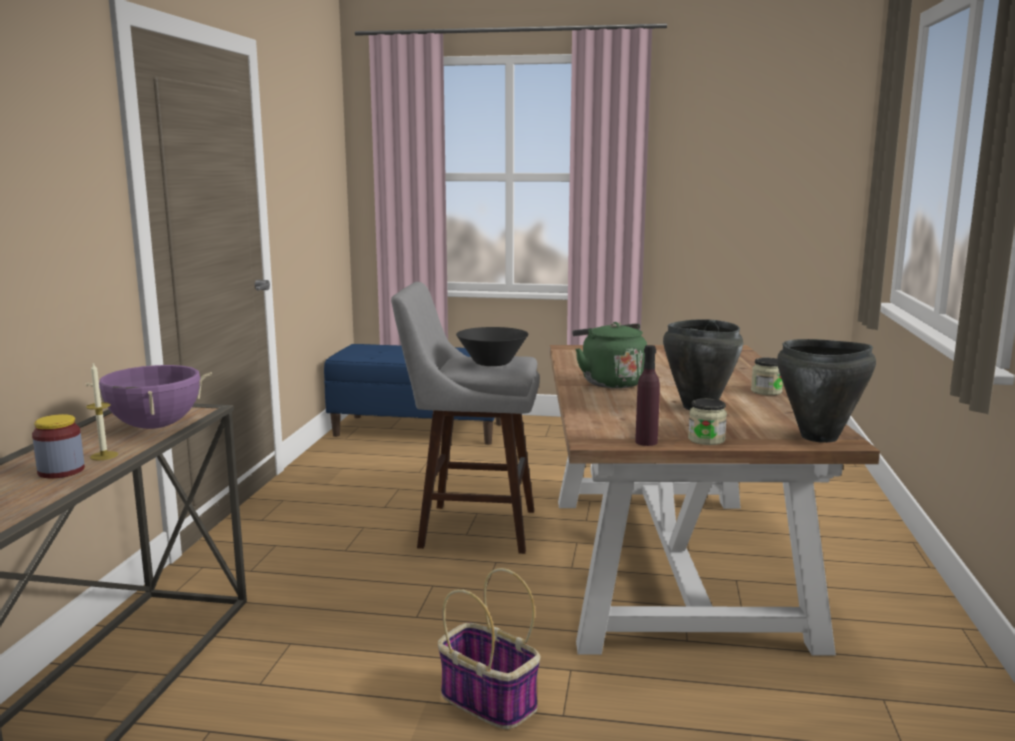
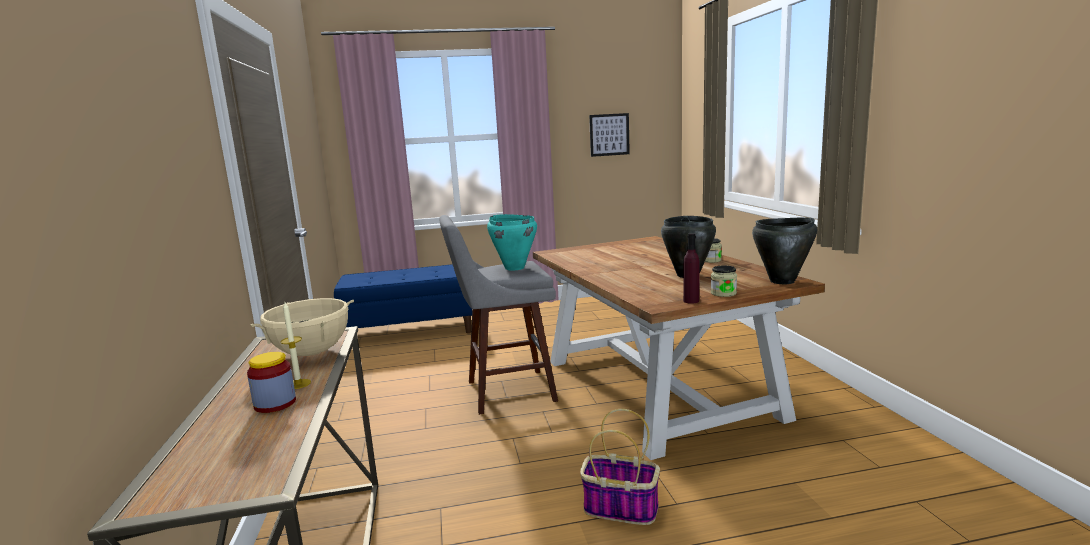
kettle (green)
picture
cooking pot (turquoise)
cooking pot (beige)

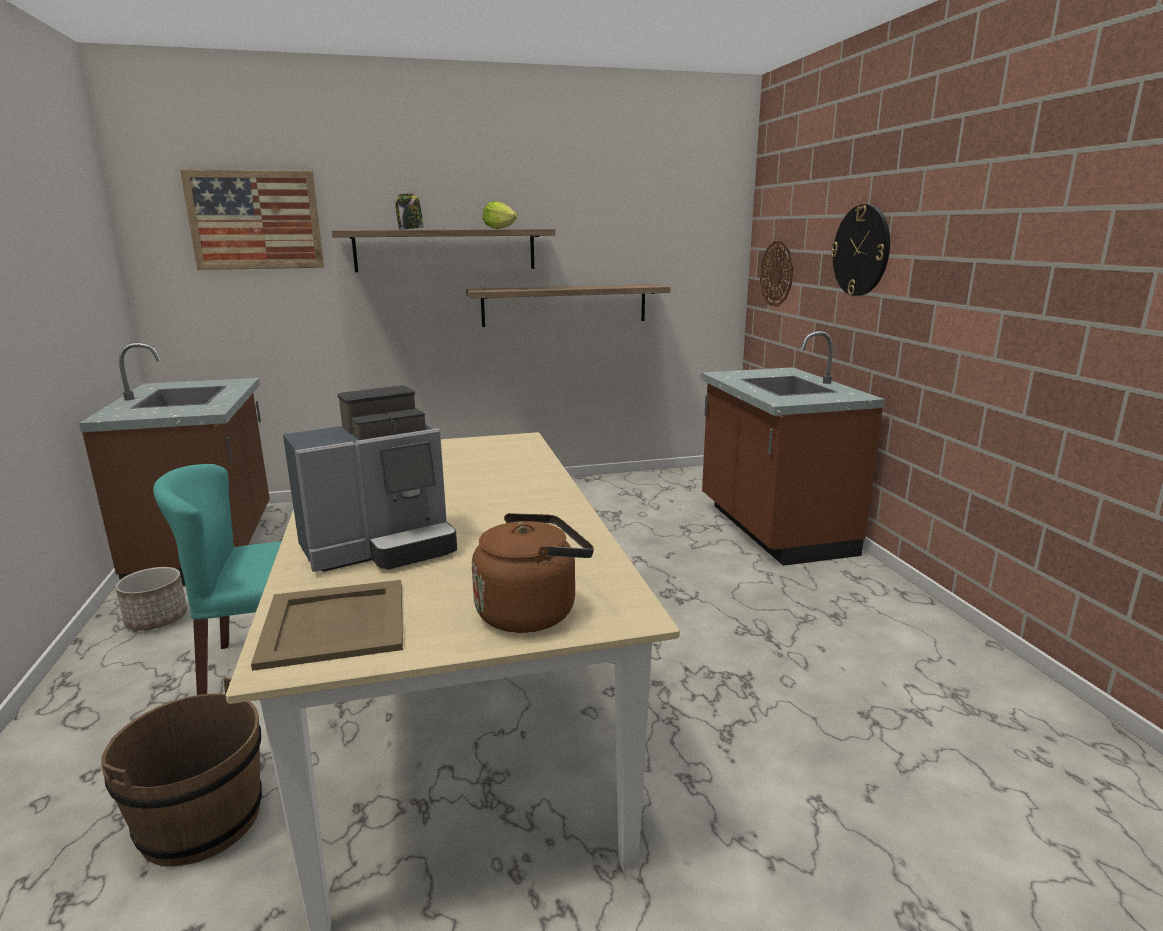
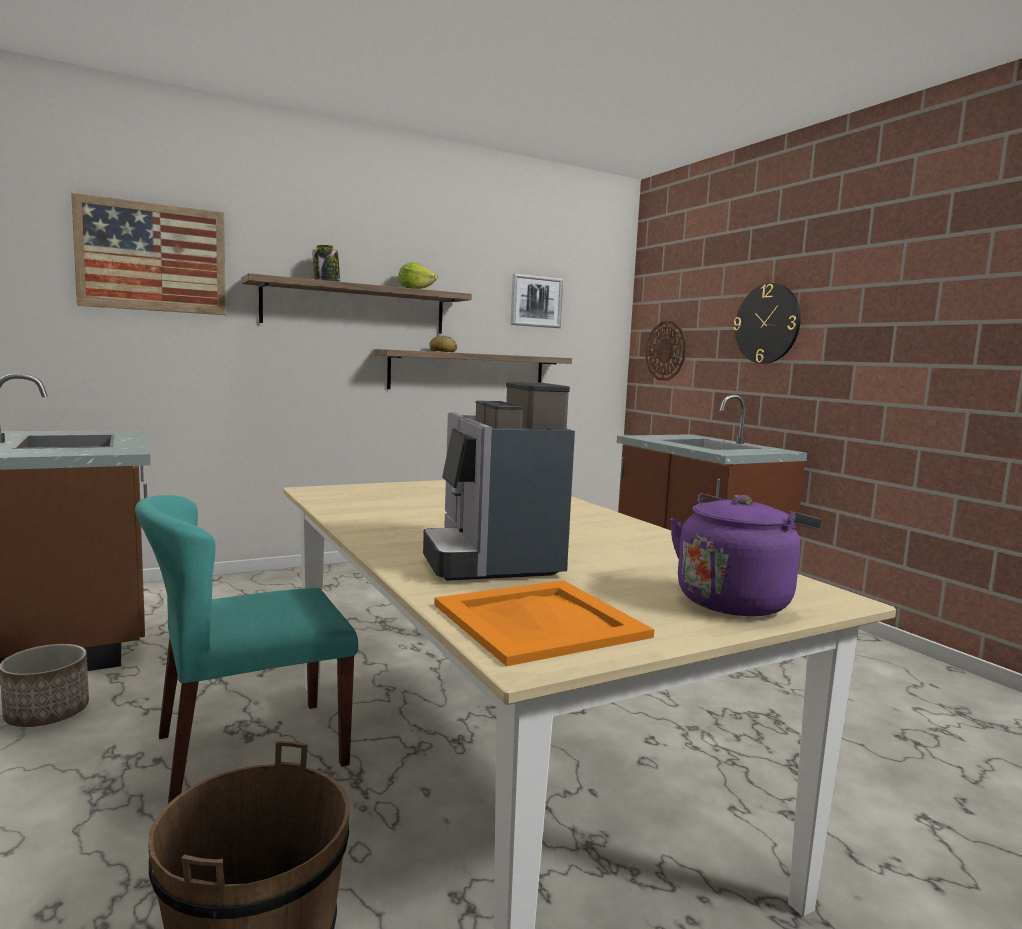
bread
picture (no. 2 from left)
tray (orange)
kettle (purple)
coffee machine

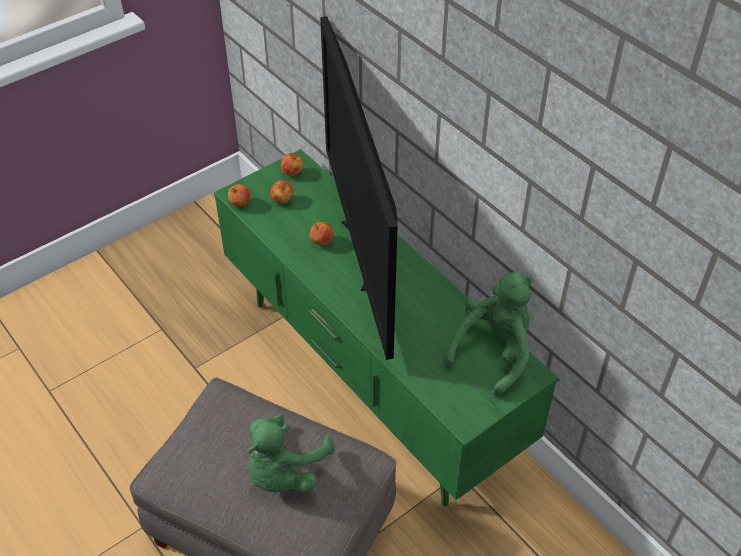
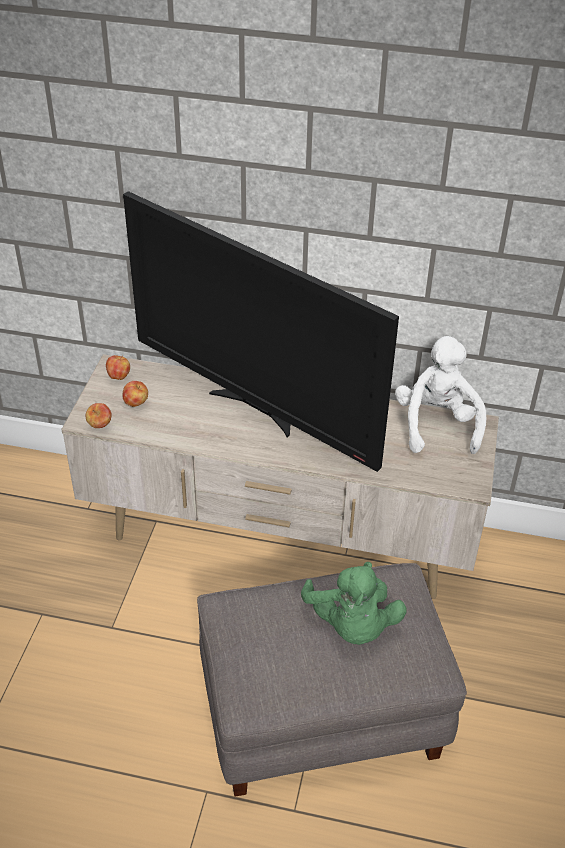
apple (no. 4 from left in the first image)
tv stand (beige)
plush toy (white)

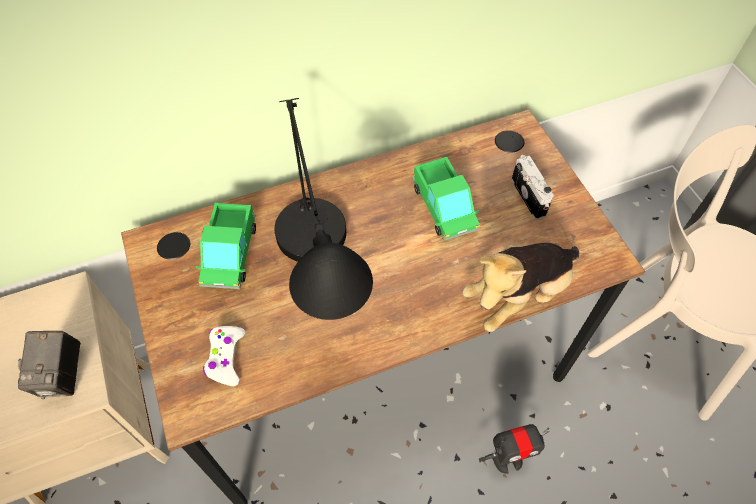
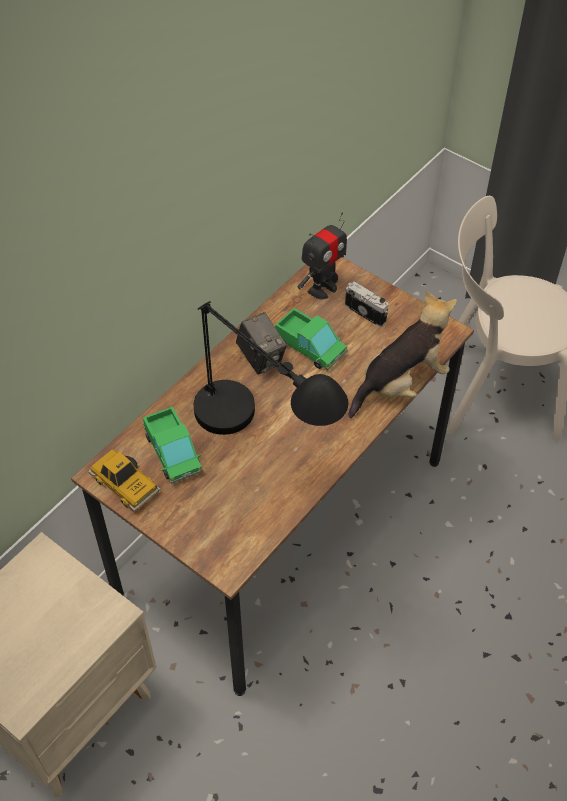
game controller (white)
toy car
photo camera (no. 1 from left)
toy robot
plush toy

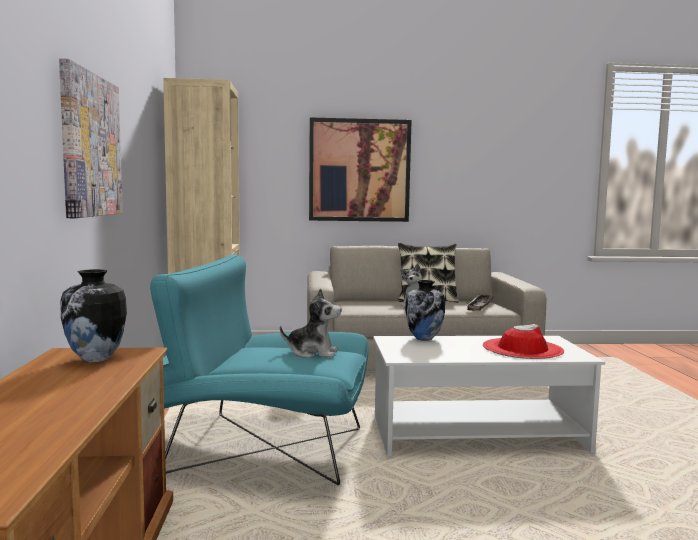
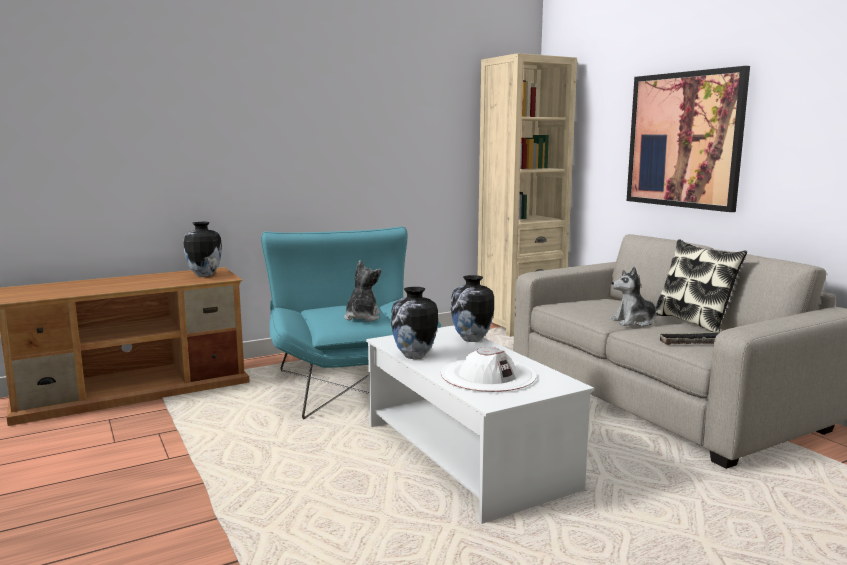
picture (no. 1 from left in the first image)
vase (no. 2 from left)
hat (white)
plush toy (no. 1 from left)

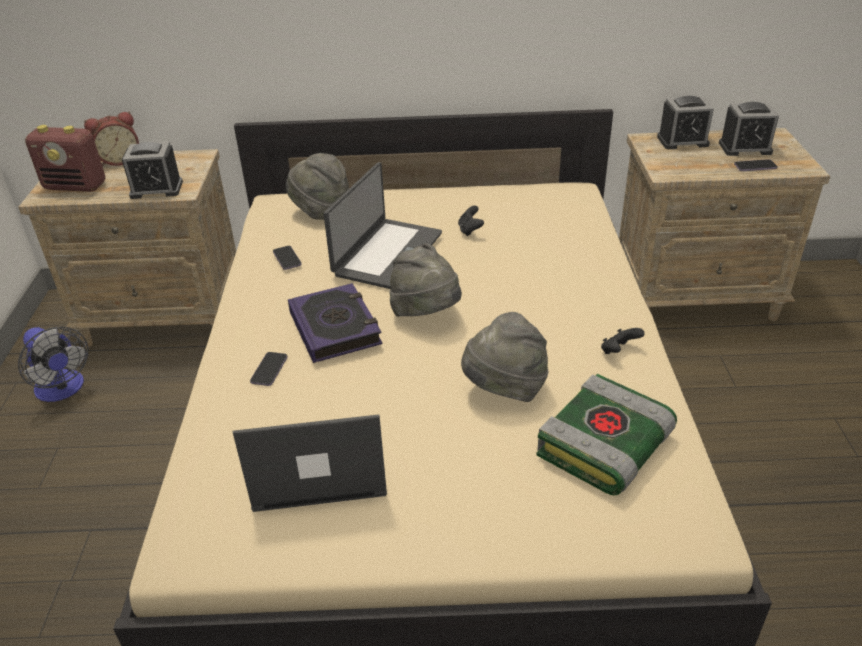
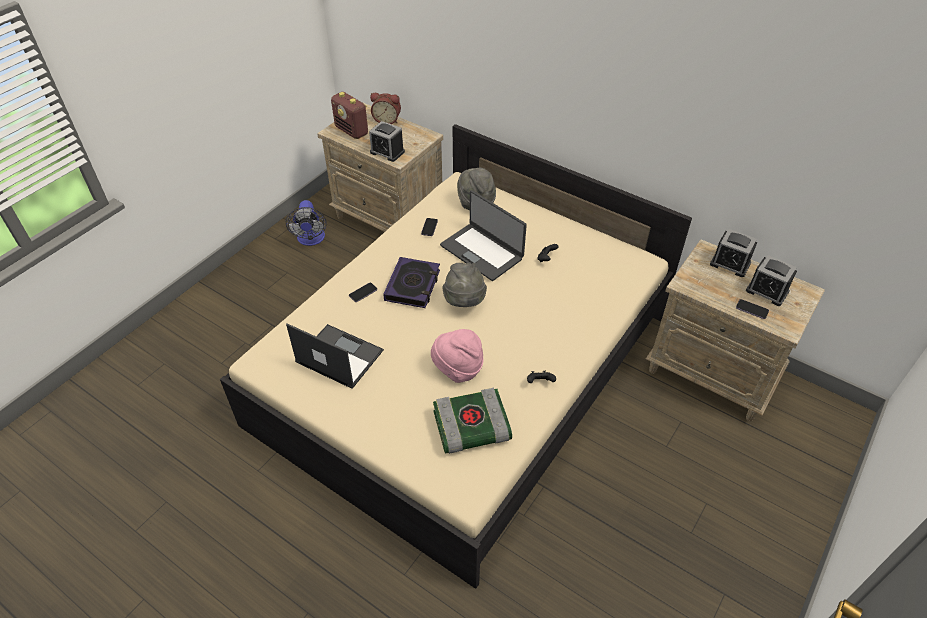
hat (pink)
laptop (no. 2 from left)

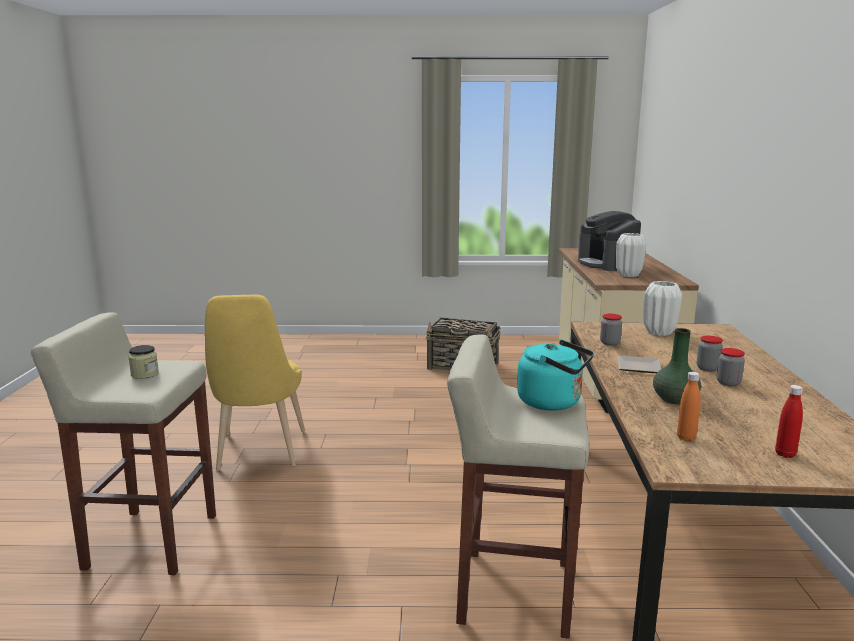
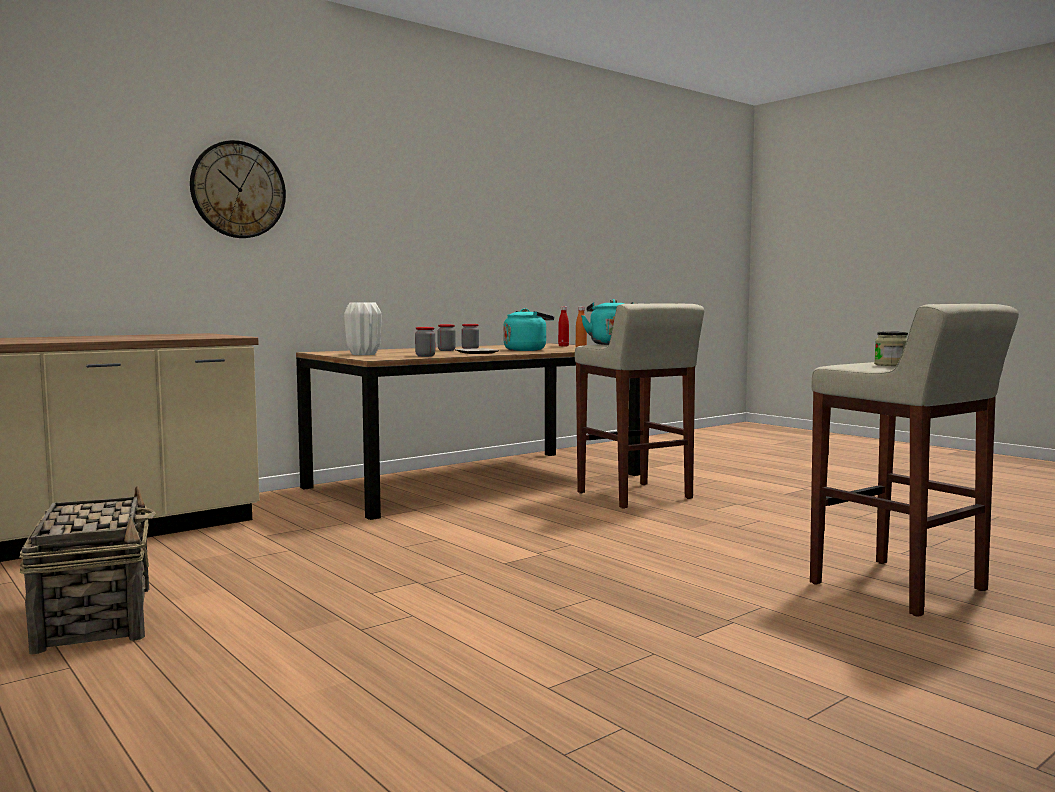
chair (yellow)
coffee machine
vase (white) (no. 1 from left in the first image)
wall clock
kettle (turquoise) (no. 1 from left)

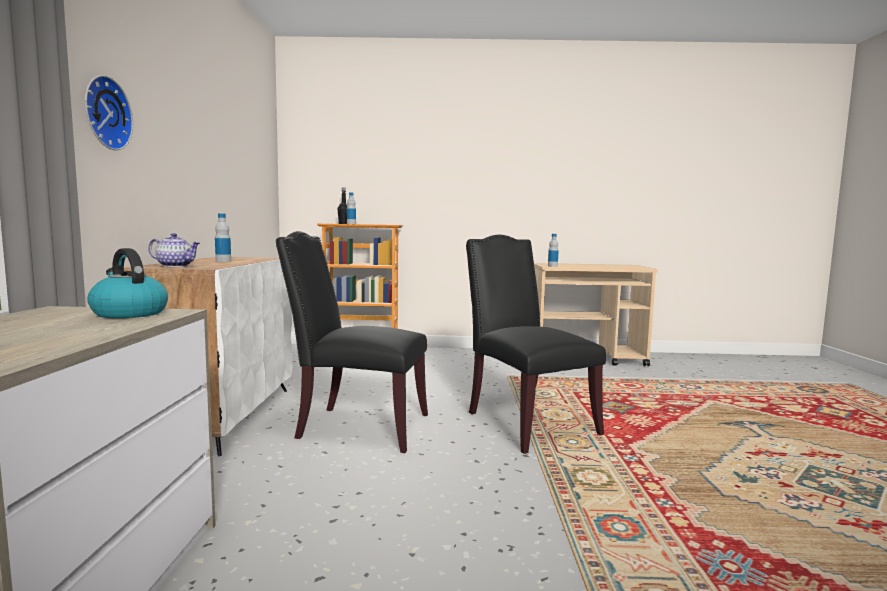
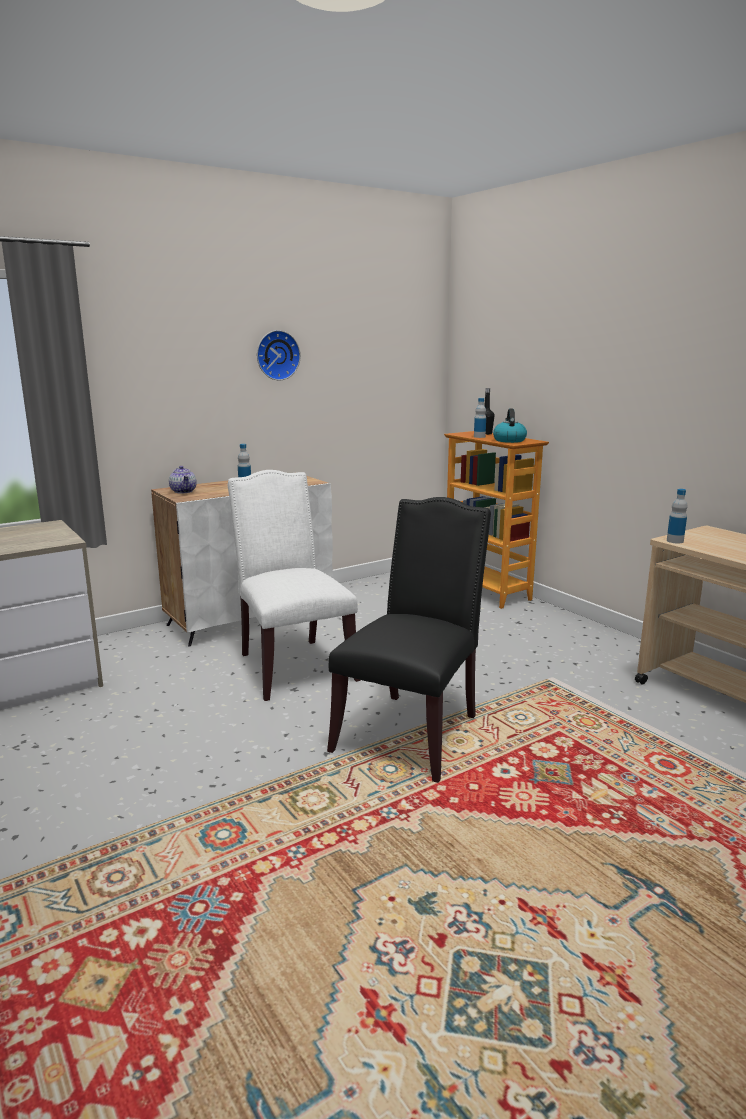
wall clock
kettle
chair (white)

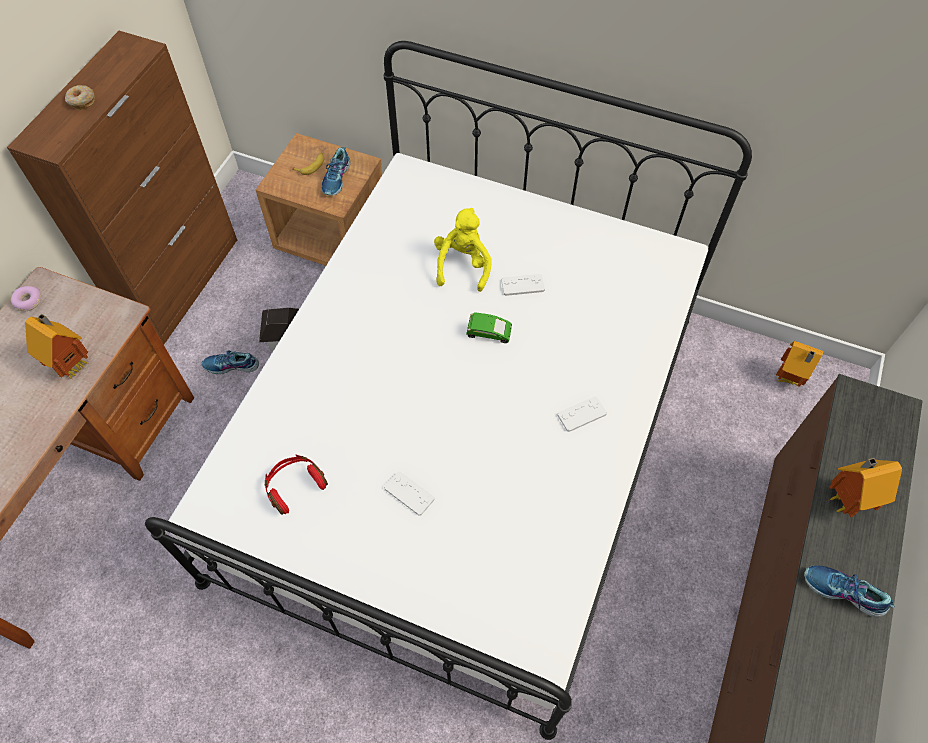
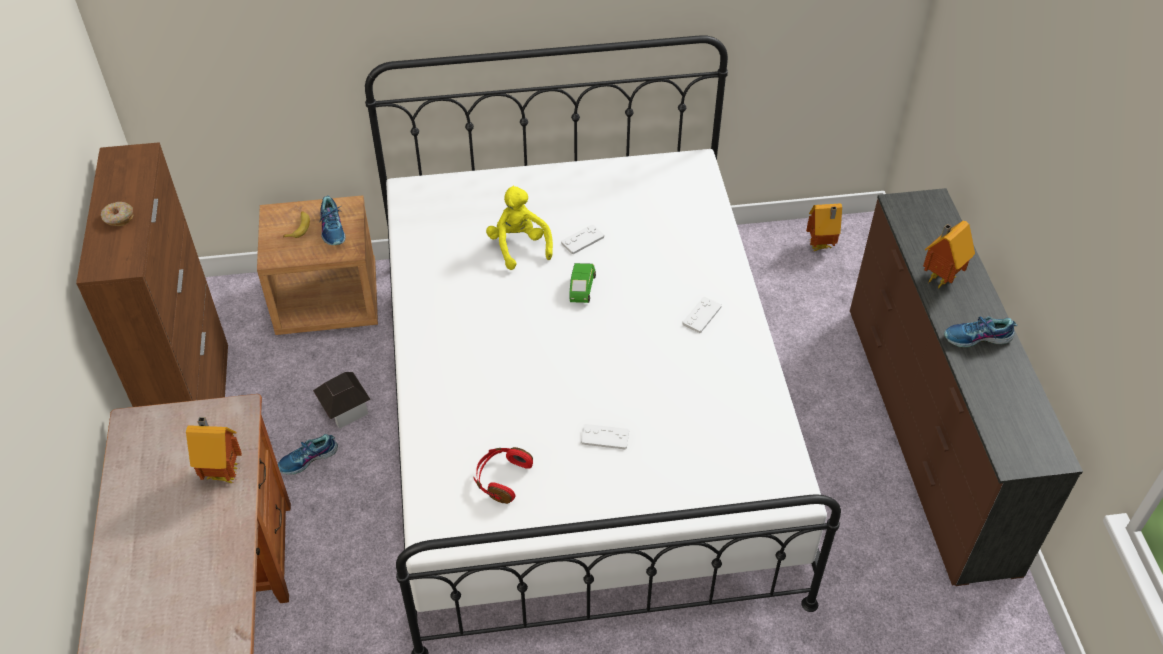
donut (no. 1 from left in the first image)
toy car (green)

